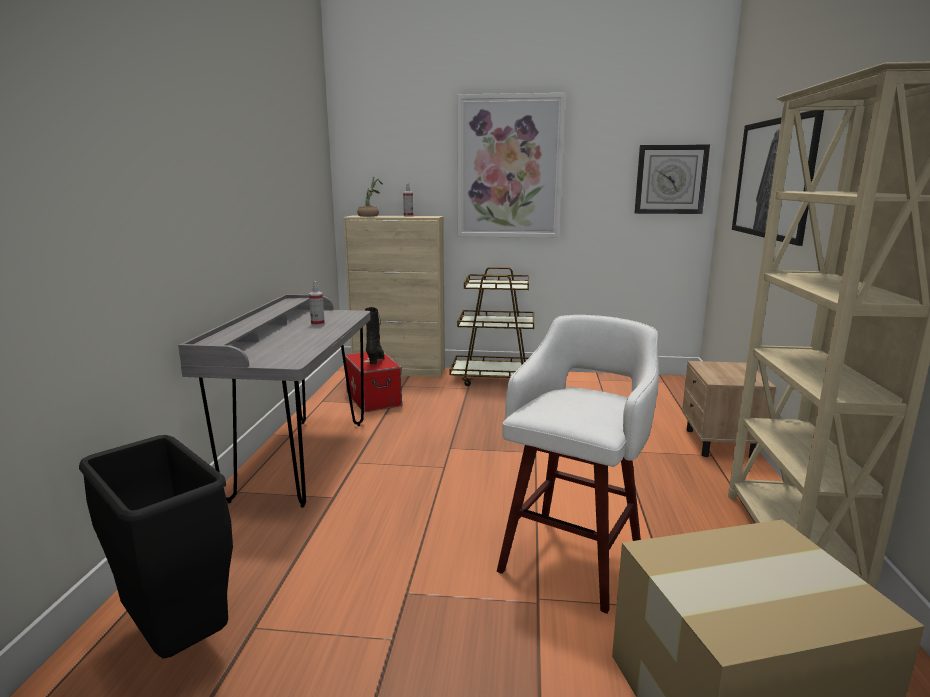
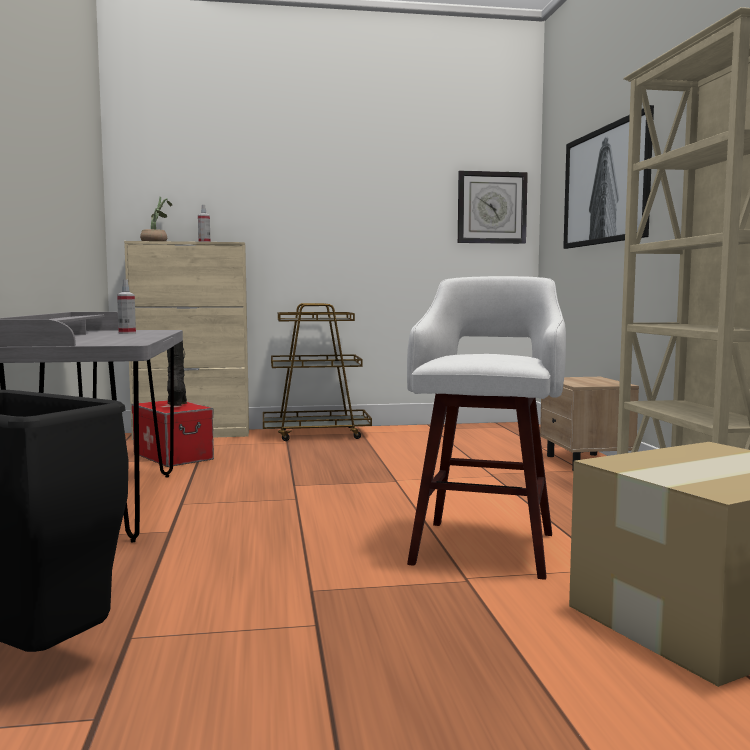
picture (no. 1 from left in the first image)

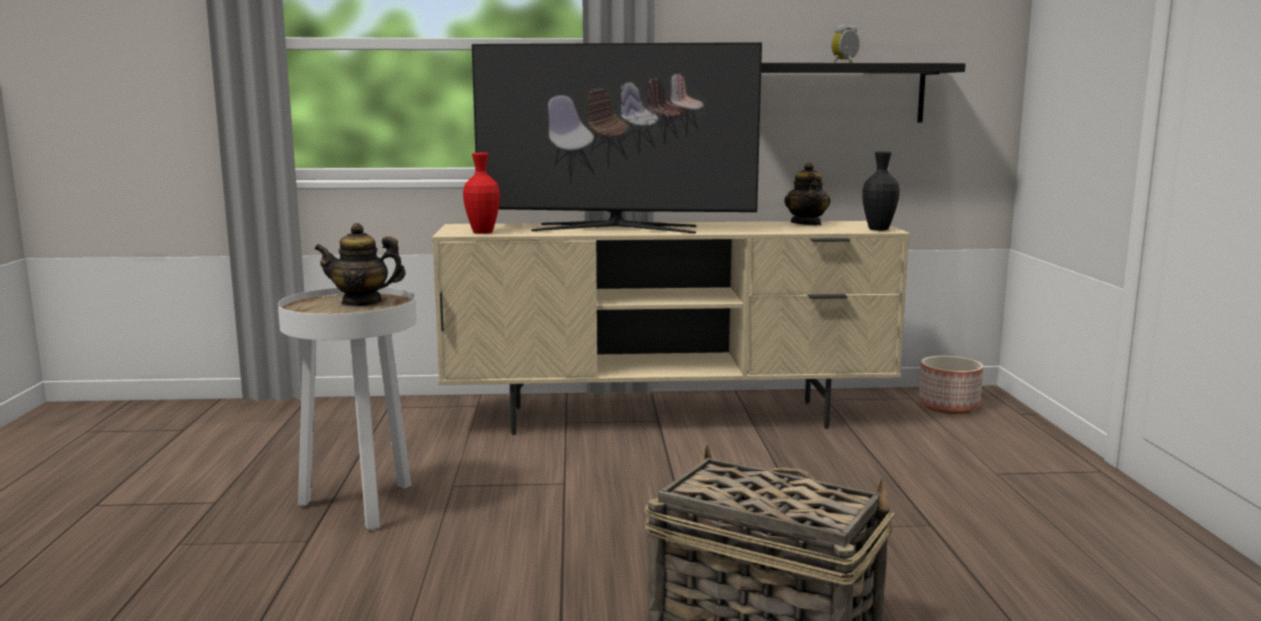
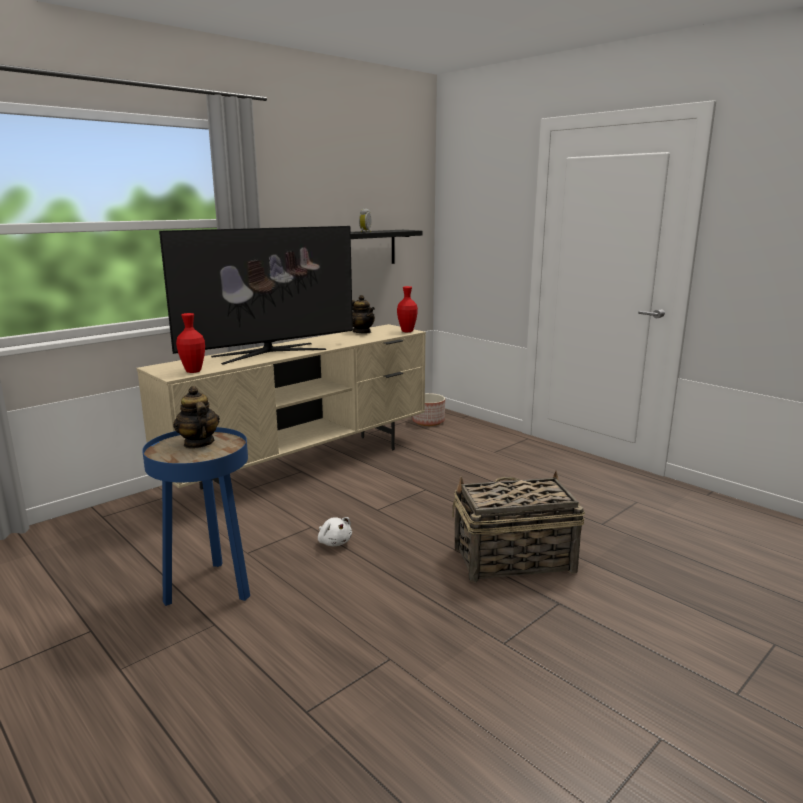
plush toy (white)
side table (blue)
vase (red) (no. 2 from left)
teapot (no. 1 from left)

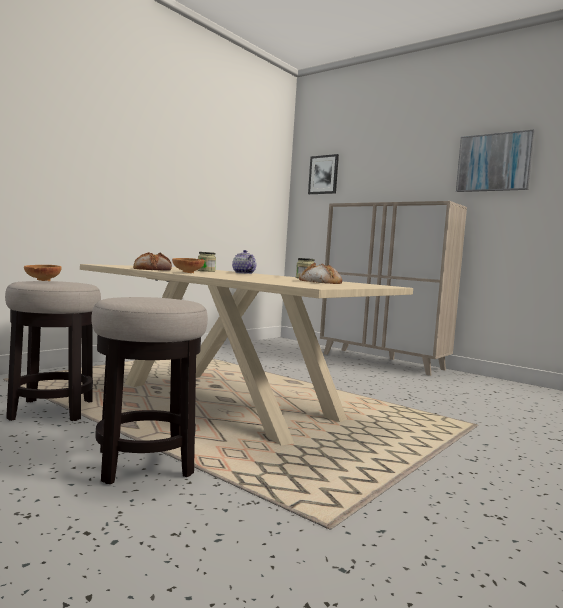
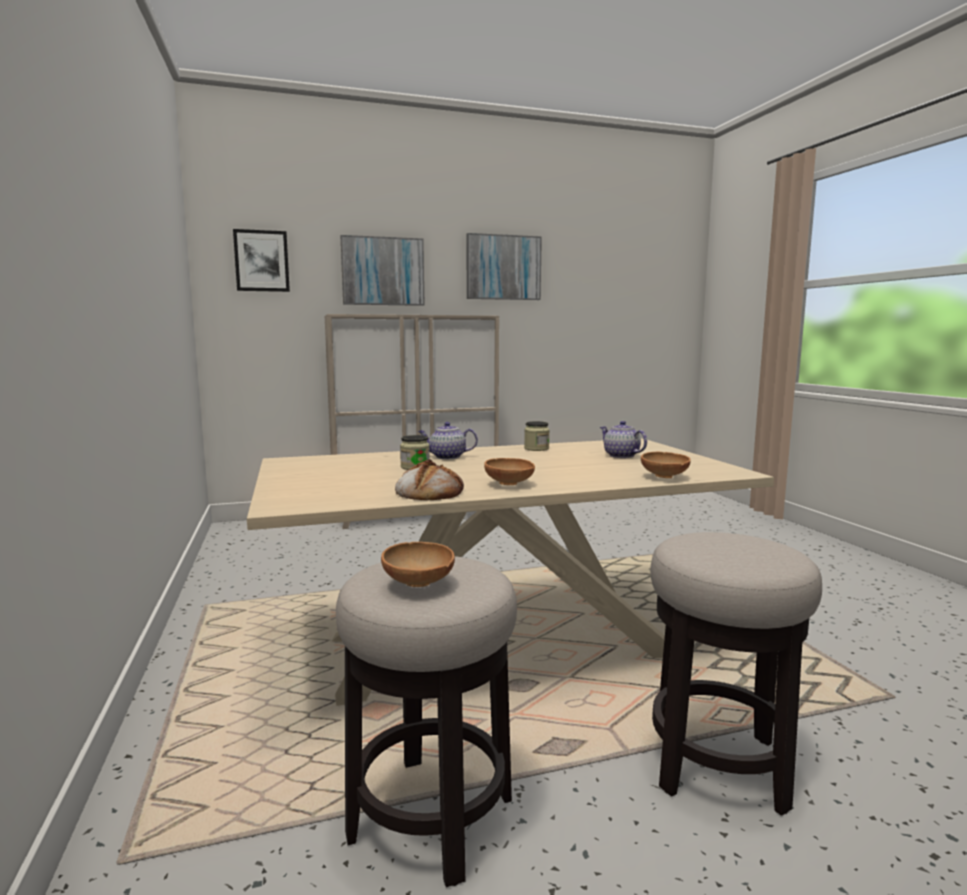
picture (no. 2 from left)
bowl (brown) (no. 3 from left)
teapot (no. 2 from left)

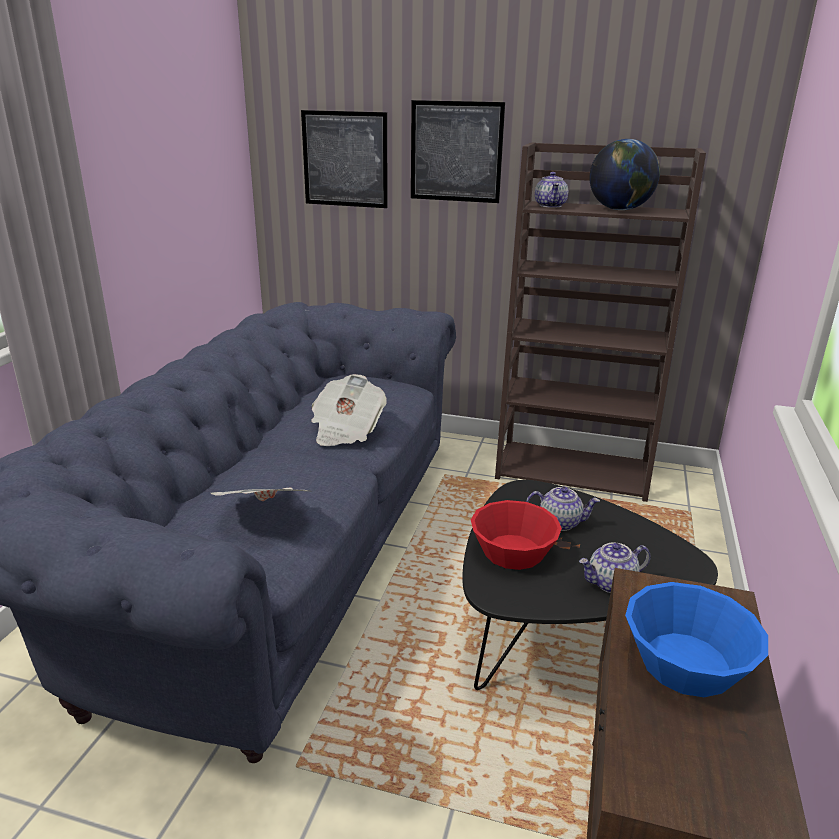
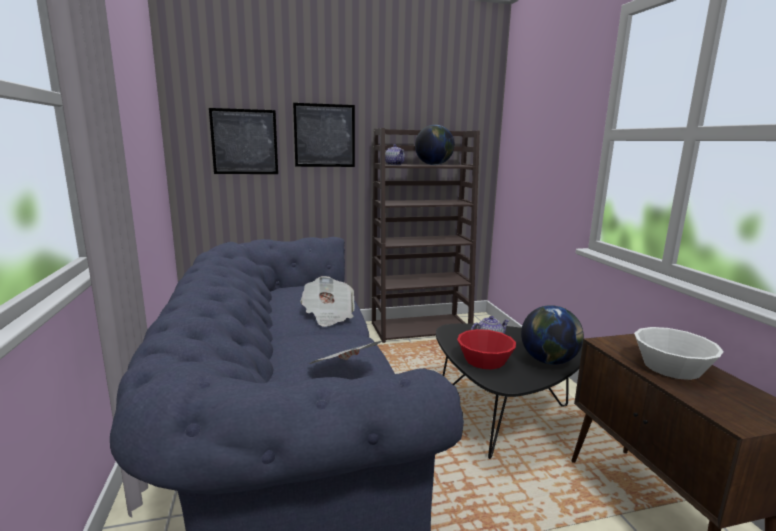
globe (no. 2 from left)
bowl (white)

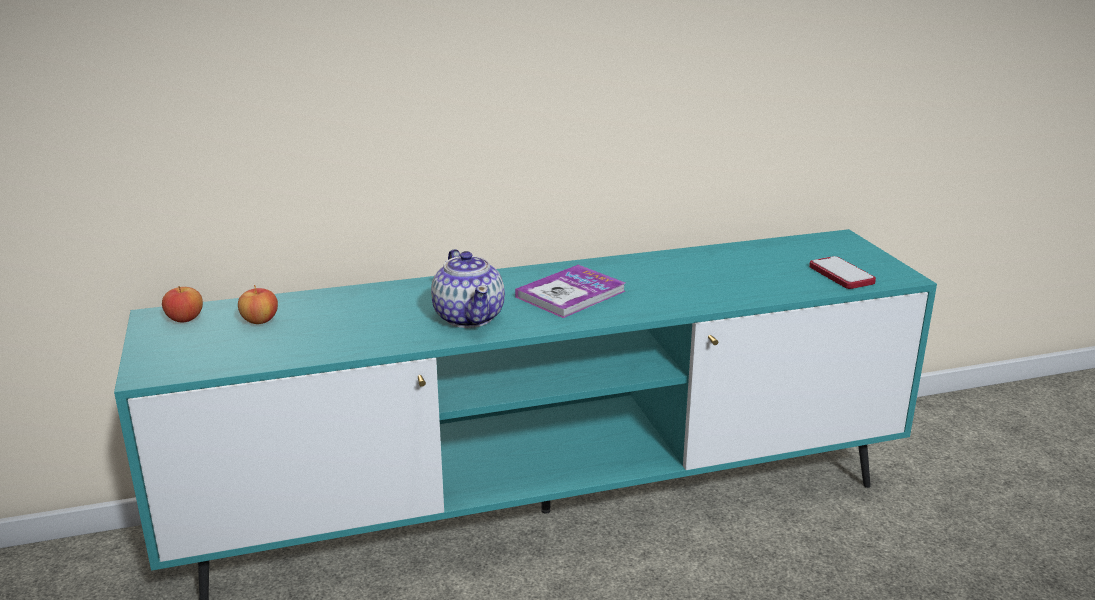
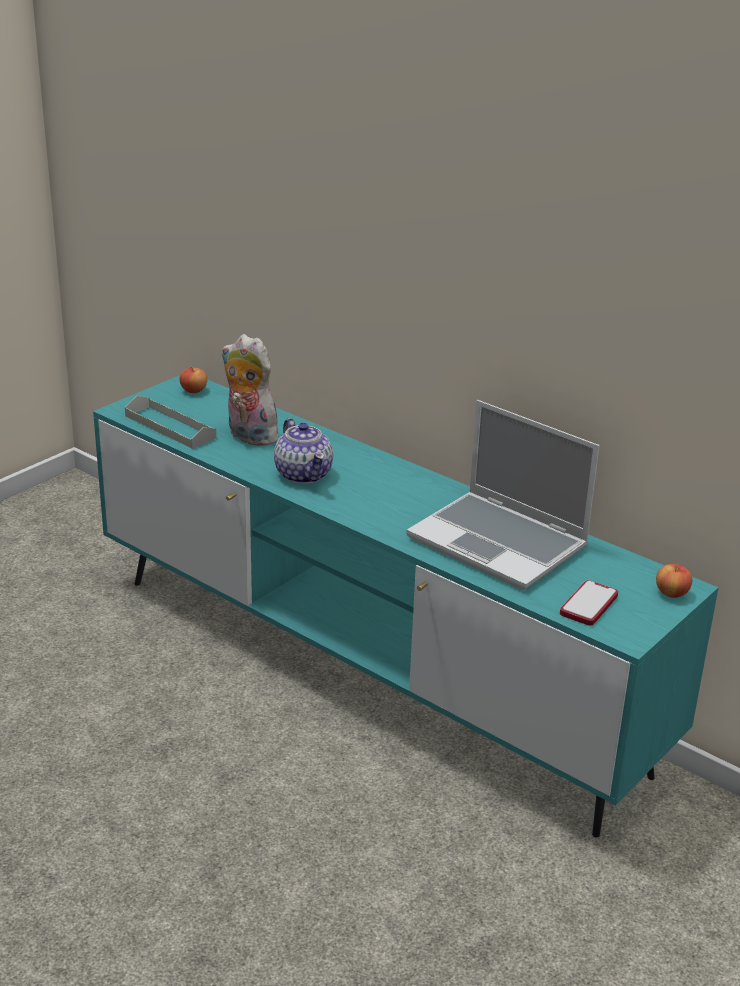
book
tray (grey)
plush toy
laptop
apple (no. 2 from left)
teapot

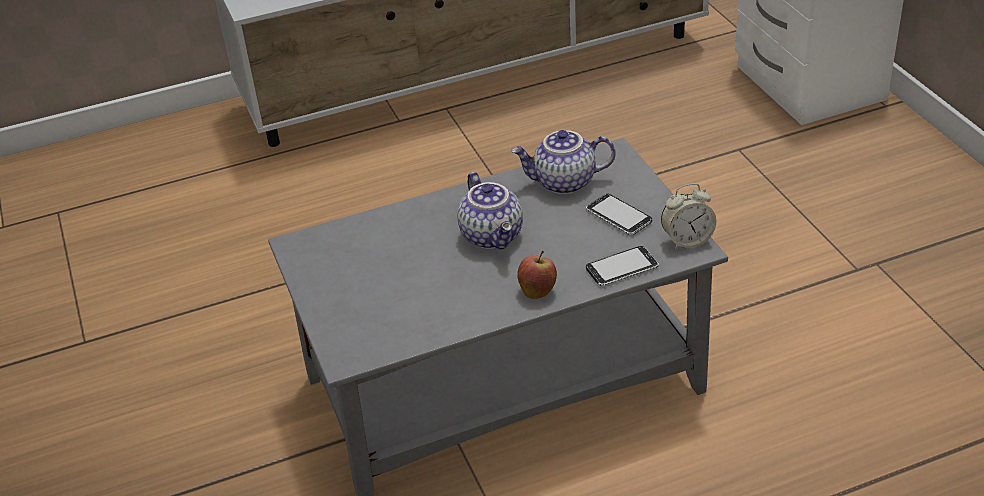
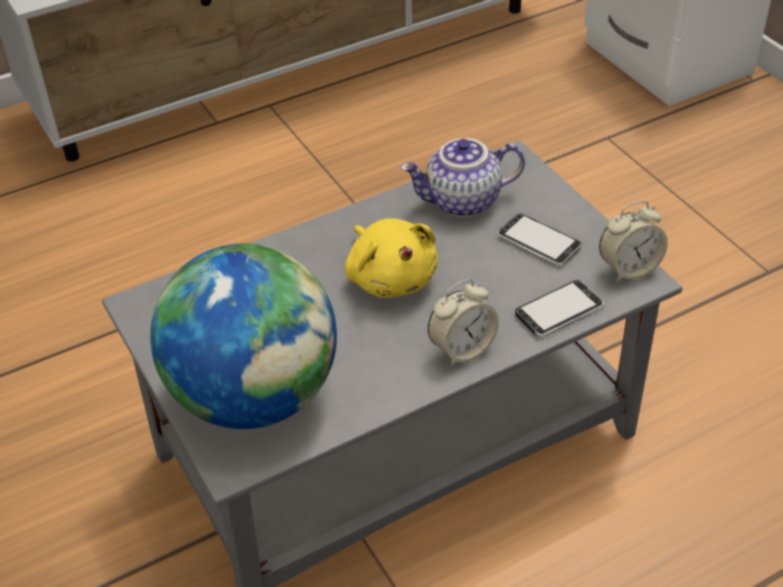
globe
plush toy (yellow)
alarm clock (no. 1 from left)

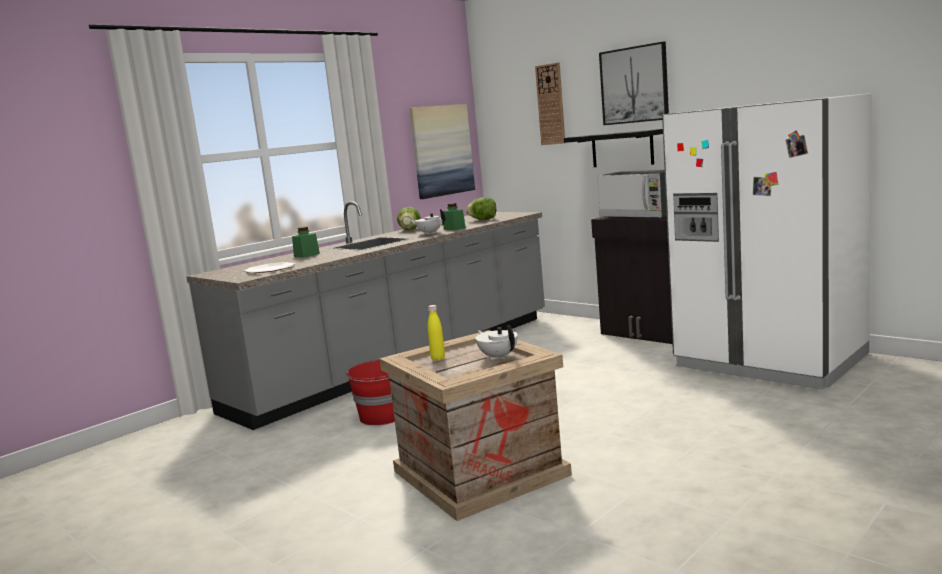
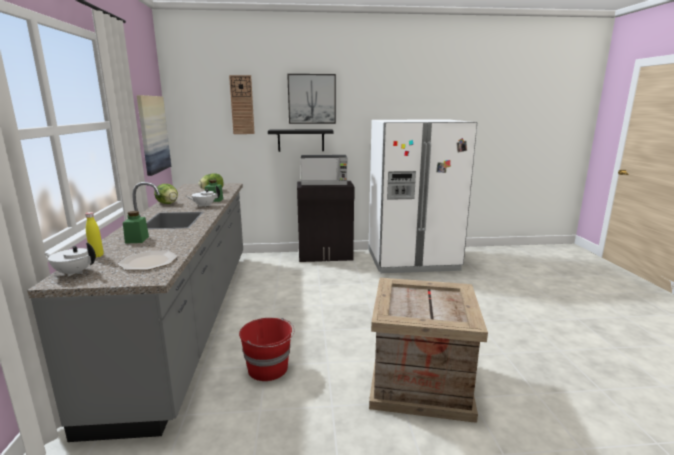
bottle (yellow)
teapot (white) (no. 1 from left)

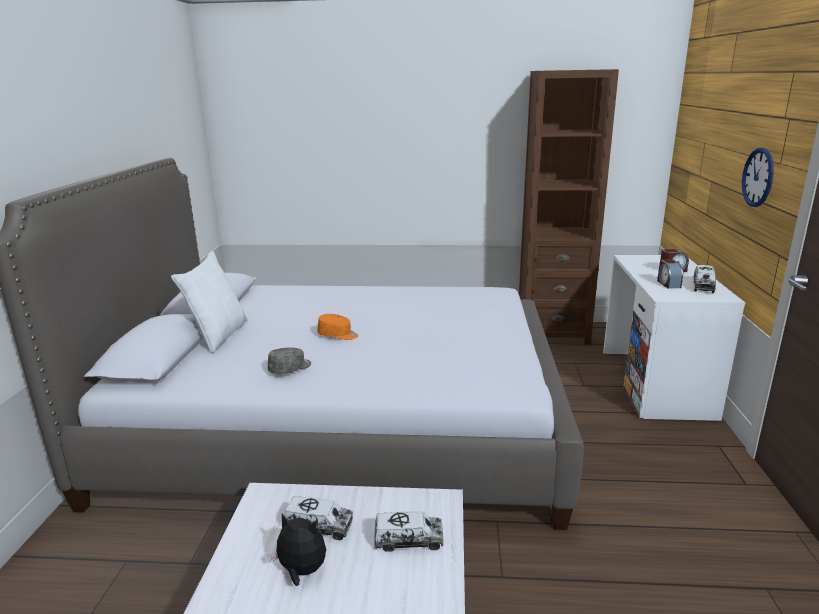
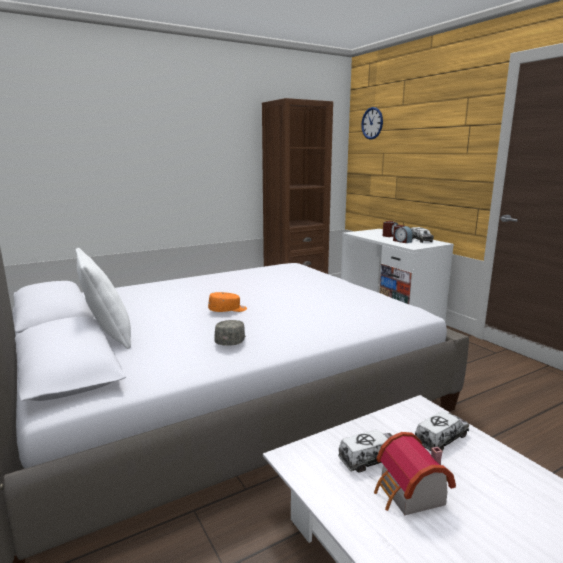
wall clock
toy house

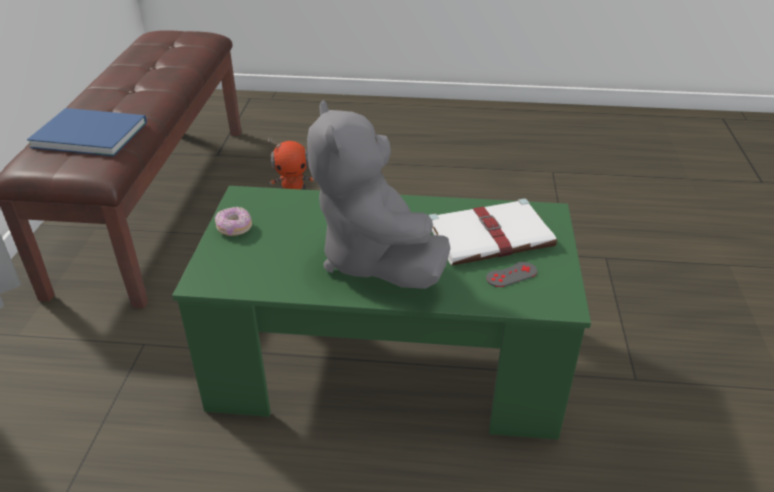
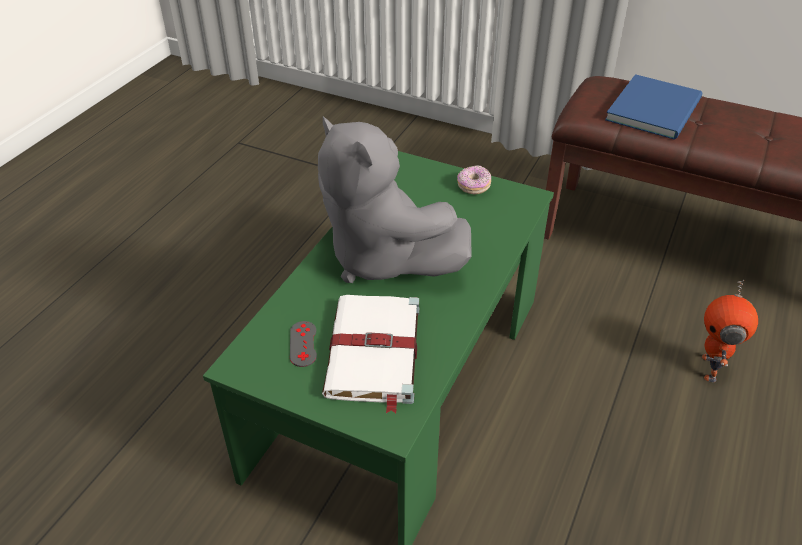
plush toy (grey)

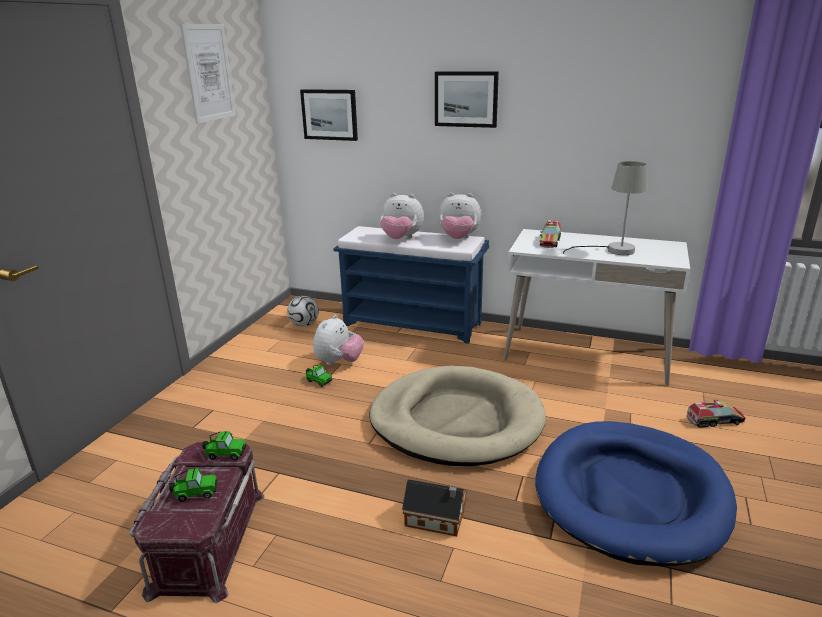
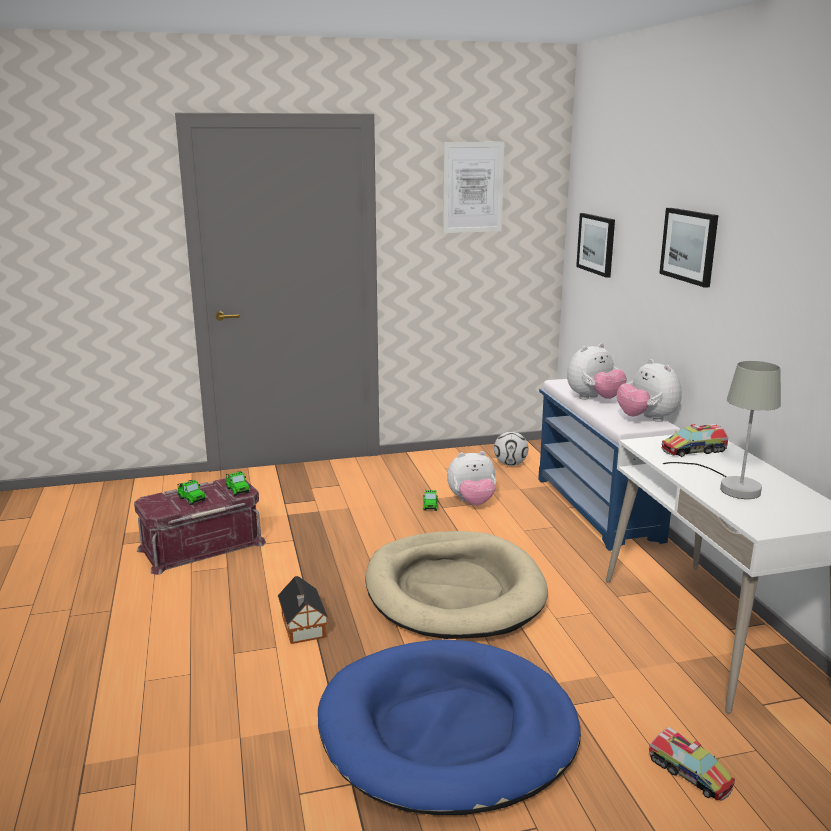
plush toy (no. 2 from left)

